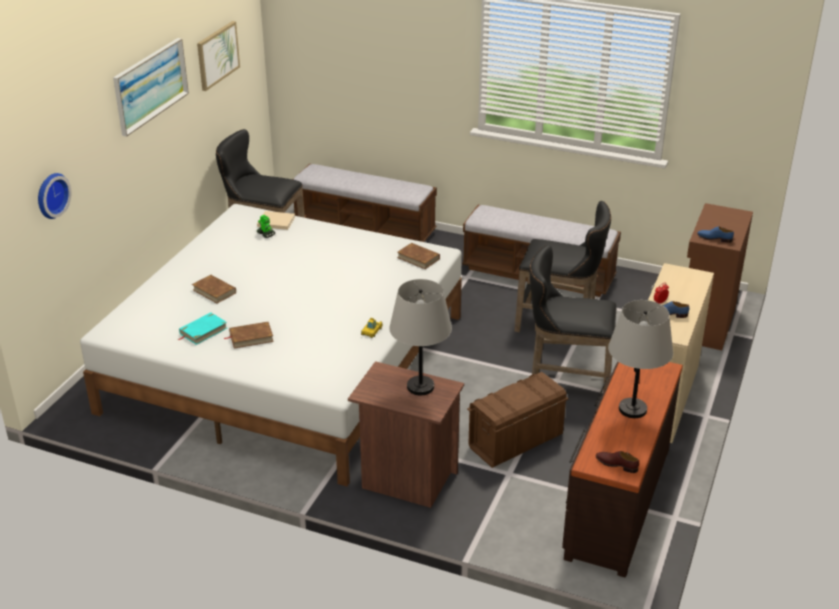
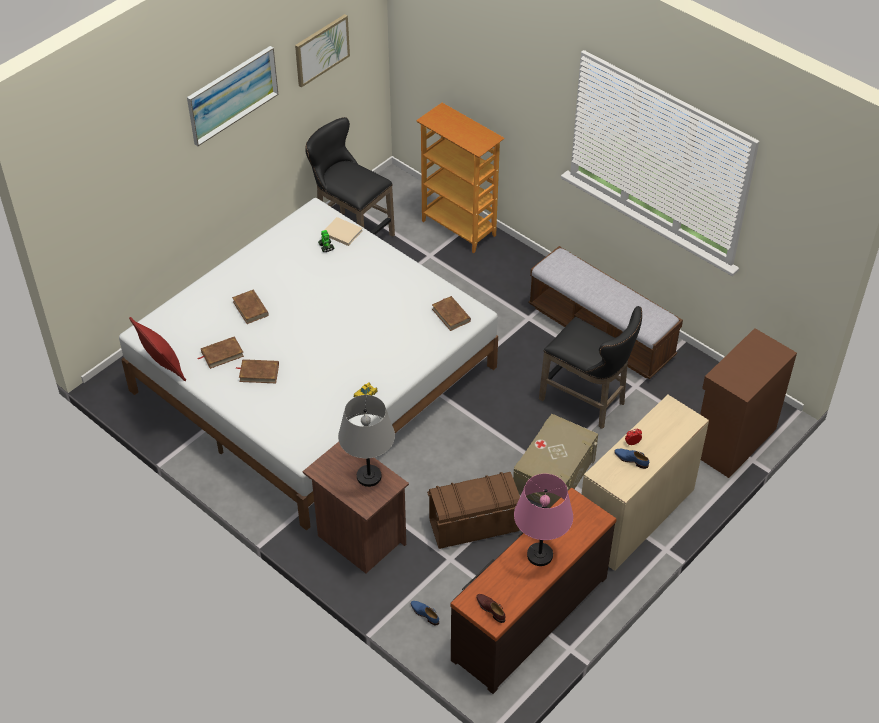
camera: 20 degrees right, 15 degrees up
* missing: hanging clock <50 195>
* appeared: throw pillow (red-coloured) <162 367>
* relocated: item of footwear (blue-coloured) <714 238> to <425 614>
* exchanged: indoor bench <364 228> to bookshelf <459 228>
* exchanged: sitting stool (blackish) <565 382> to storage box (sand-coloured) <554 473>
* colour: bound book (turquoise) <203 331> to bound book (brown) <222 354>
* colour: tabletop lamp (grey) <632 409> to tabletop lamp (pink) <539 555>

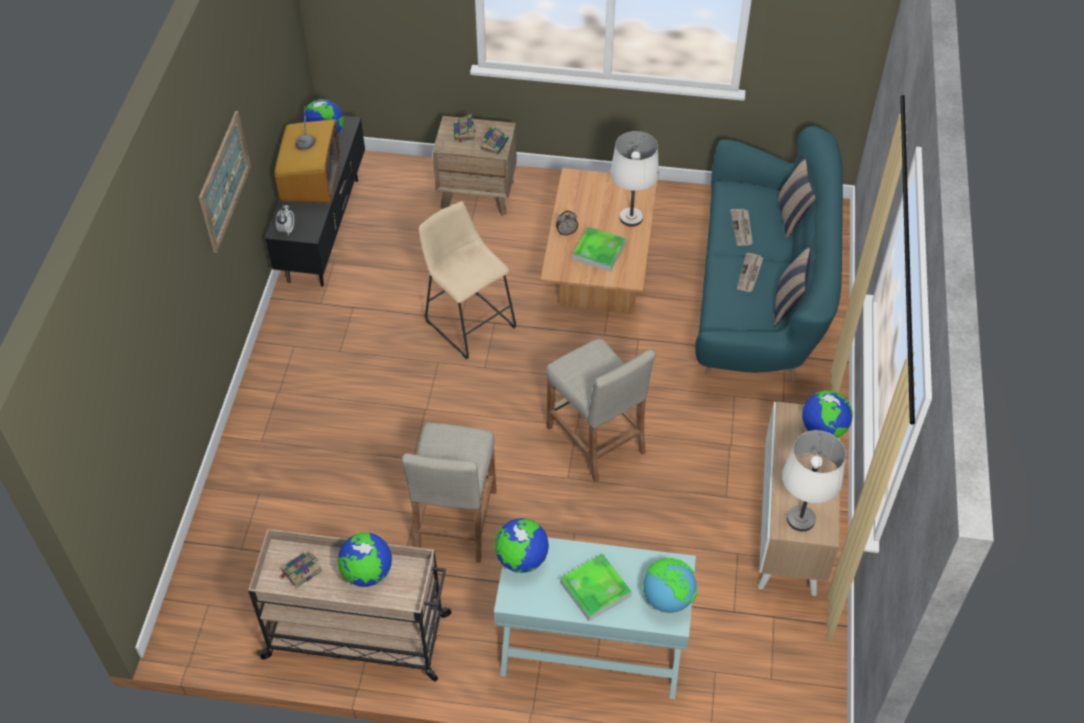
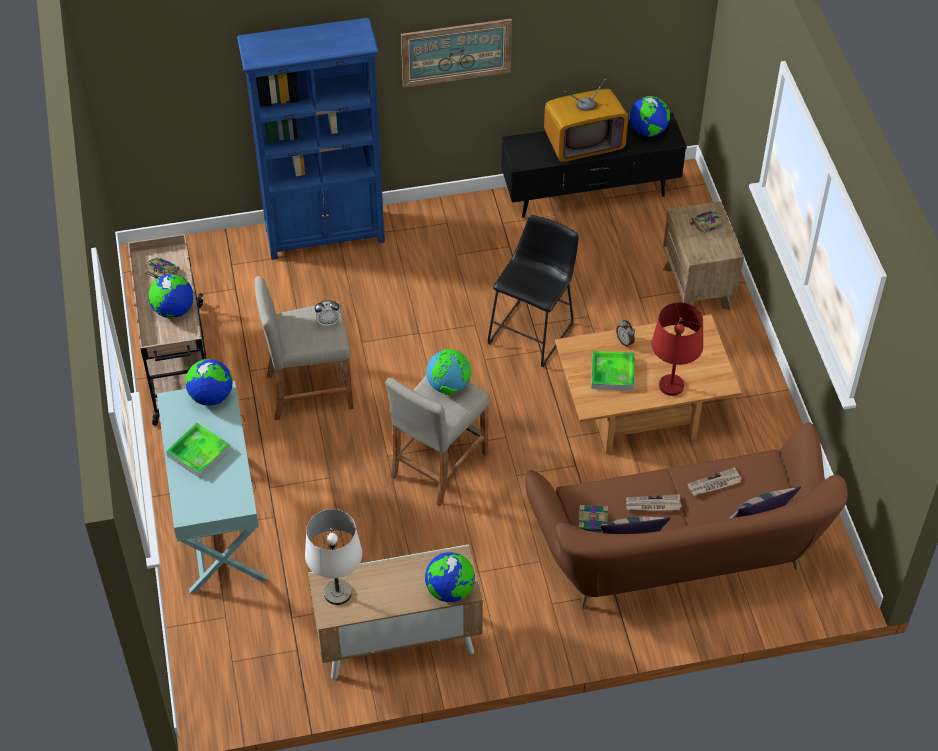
camera: 70 degrees right, 0 degrees up
* appeared: bookshelf (blue-coloured) <326 235>
* relocated: table clock <286 230> to <328 322>
* relocated: bound book <494 144> to <593 522>
* relocated: world globe <667 598> to <449 386>
* colour: sitting stool (sand-coloured) <467 320> to sitting stool (blackish) <533 330>
* colour: tabletop lamp (whitish) <630 218> to tabletop lamp (red-coloured) <671 385>
* colour: sofa (turquoise) <760 299> to sofa (brown) <679 554>

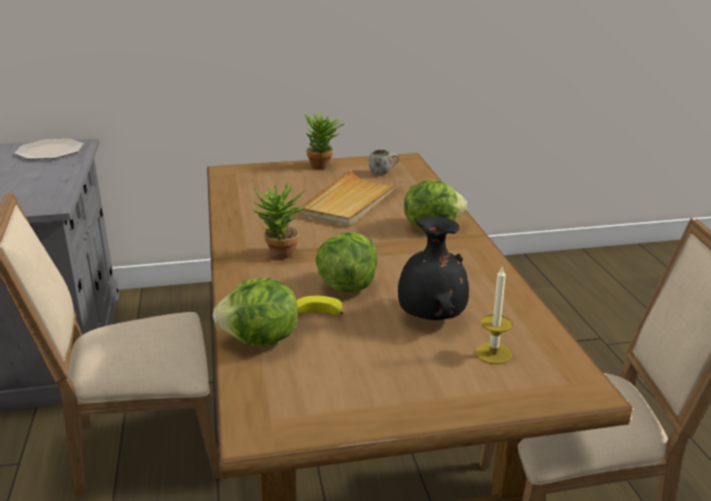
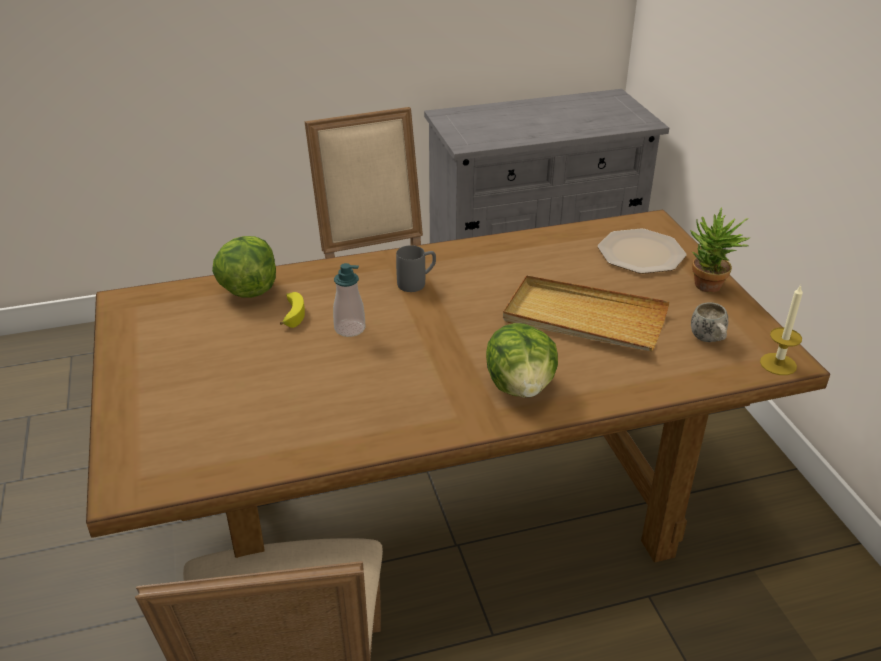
camera: 85 degrees right, 10 degrees up
* missing: vase (blackish) <430 317>
* relocated: flat dish <50 151> to <640 253>
* relocated: candle <493 353> to <778 364>
* exchanged: potted plant <280 256> to coffee mug (grey) <417 282>
* exchanged: head of lettuce <347 286> to soap dispenser <350 328>

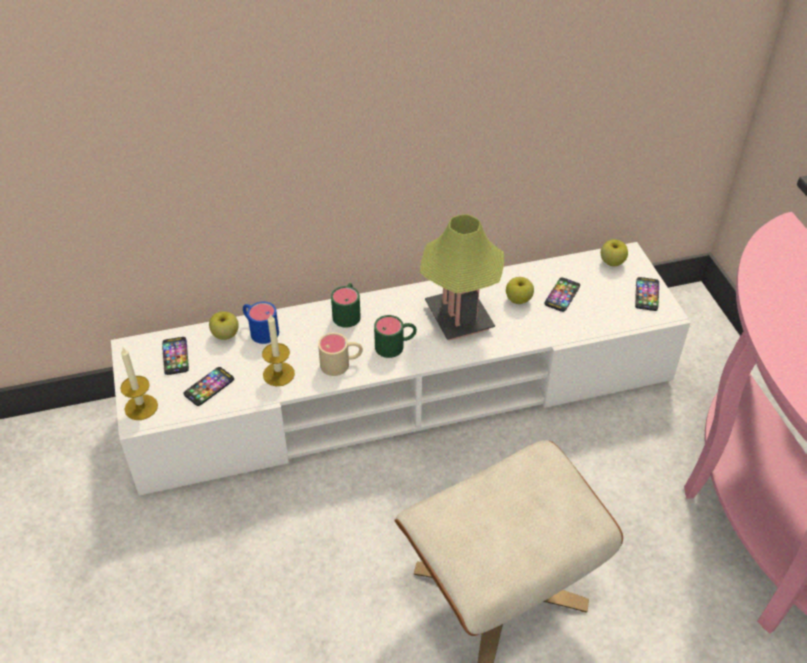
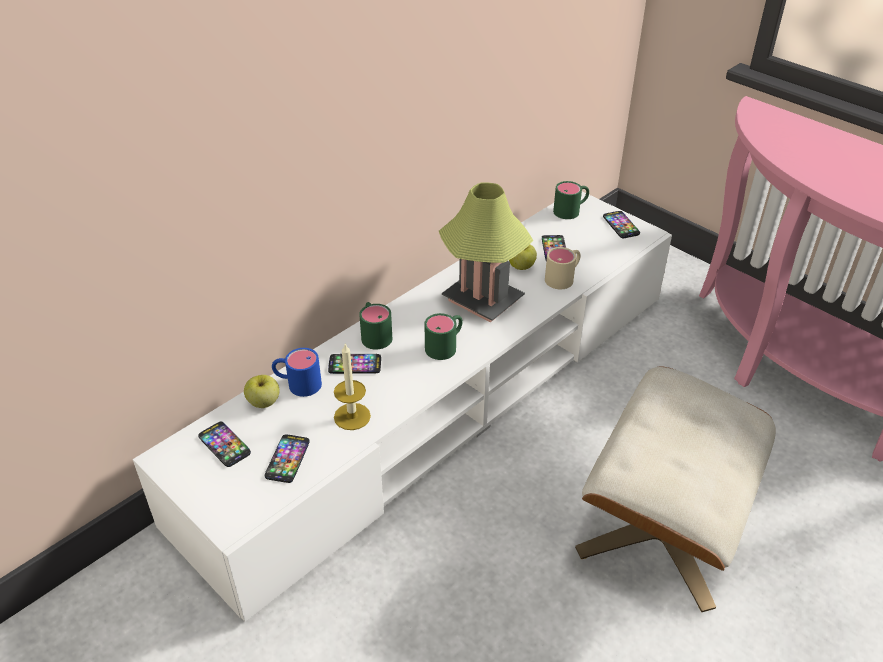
camera: 30 degrees left, 5 degrees down
* missing: candle <141 407>
* appeared: handset <355 365>
* relocated: coffee mug (sand-coloured) <341 364> to <563 277>
* exchanged: whole apple <612 262> to coffee mug (green) <571 210>

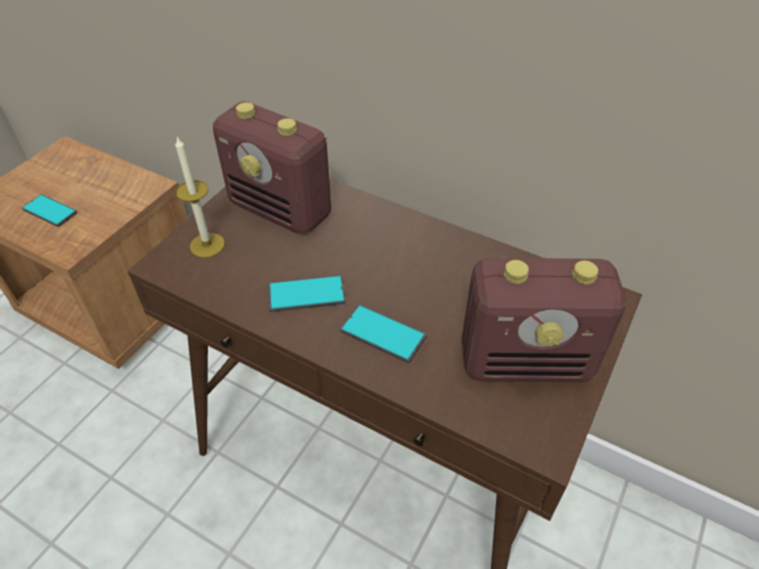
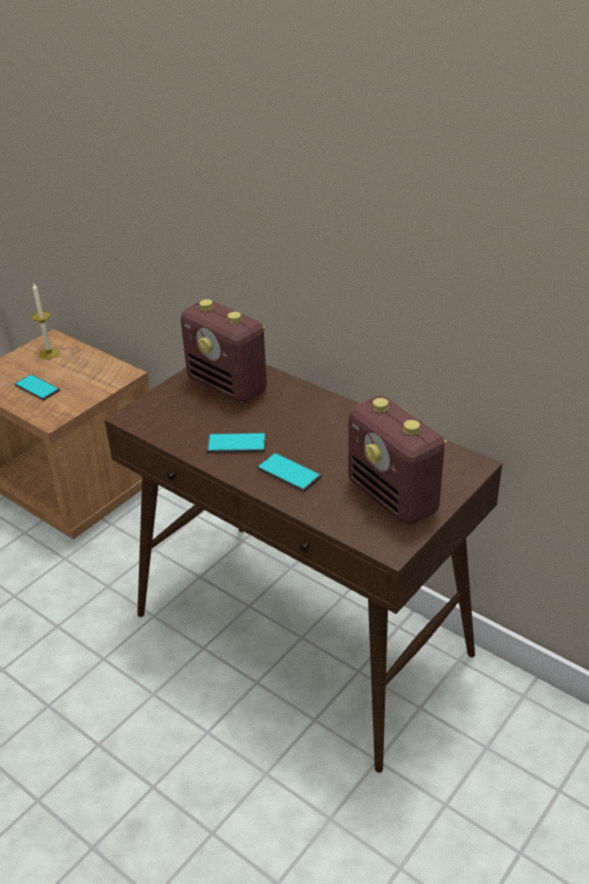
camera: 10 degrees right, 10 degrees down
* relocated: candle <207 245> to <49 353>
* spun: radio receiver <526 361> = <393 498> 45 degrees clockwise

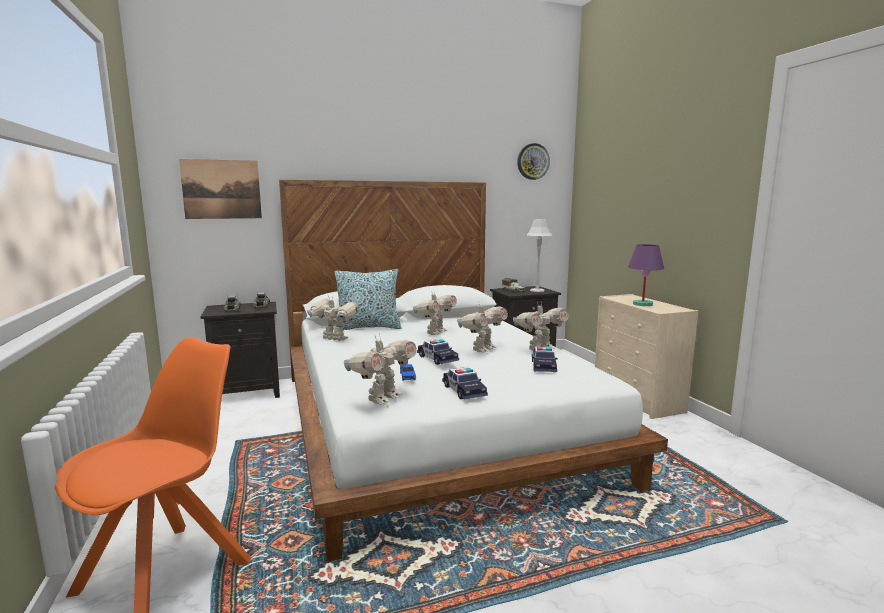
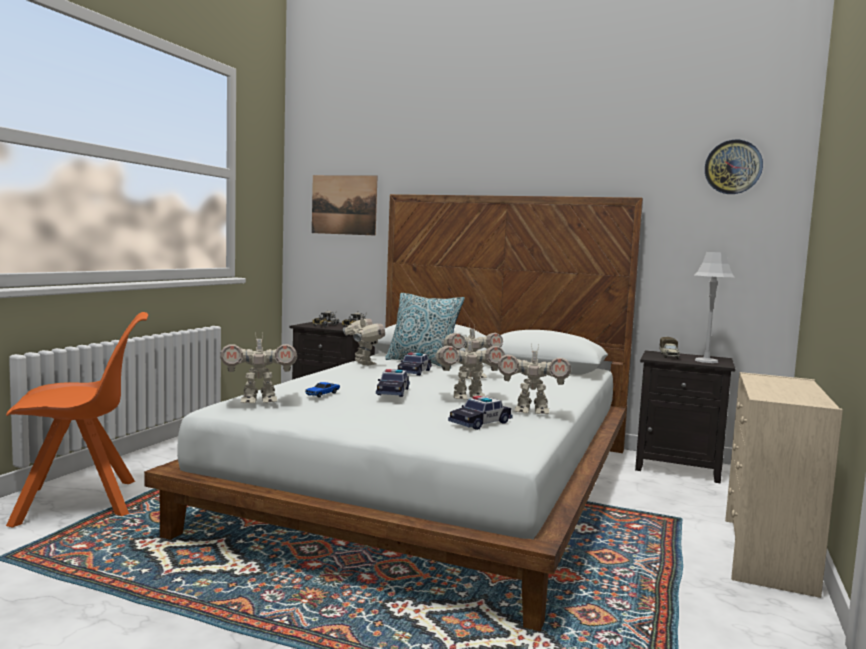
camera: 40 degrees right, 5 degrees down
* missing: tabletop lamp (purplish) <643 304>
* relocated: miniature car <464 391> to <414 372>

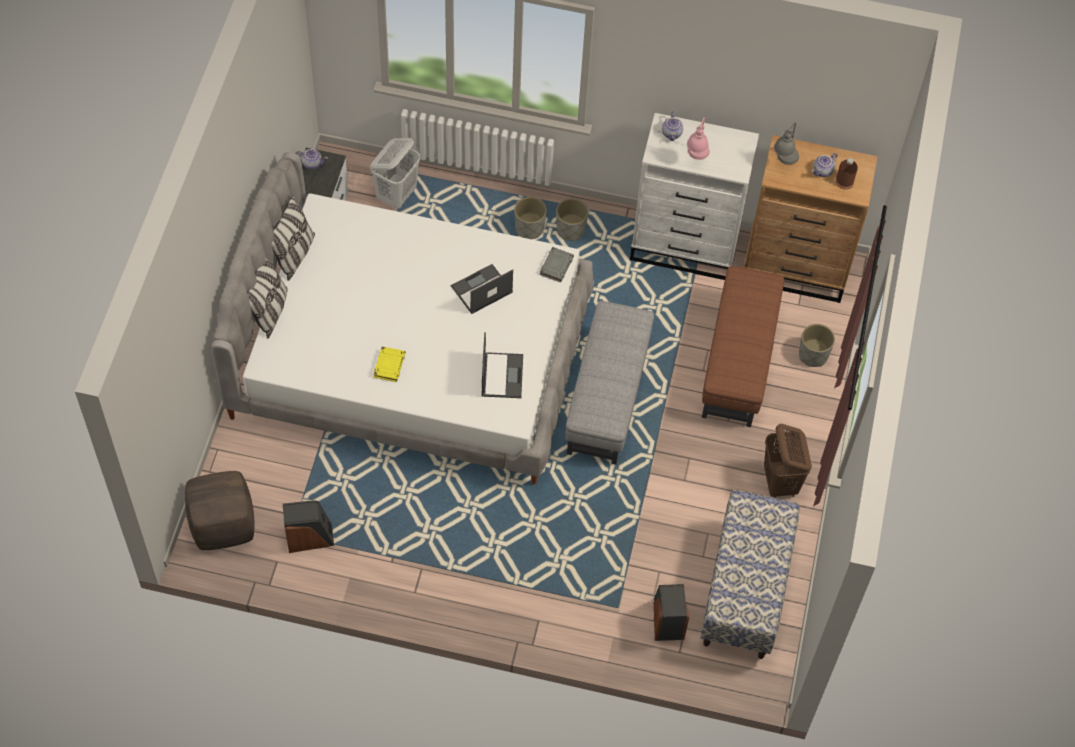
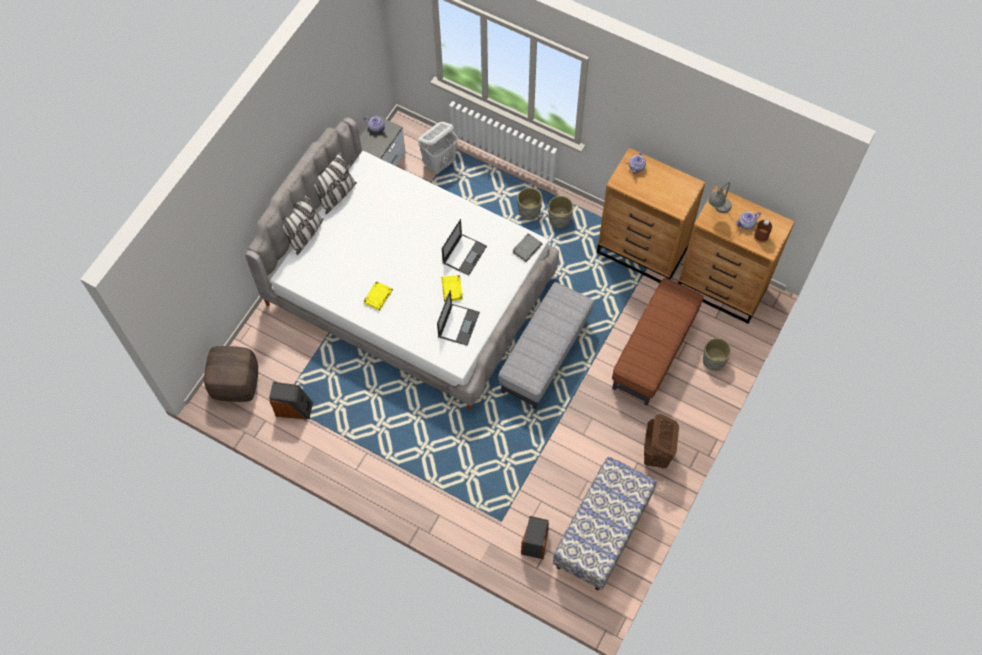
camera: 20 degrees right, 5 degrees up
* missing: tabletop lamp (pink) <696 158>
* appeared: bound book (yellow-coloured) <452 289>
* colour: chest of drawers (whitish) <685 247> to chest of drawers (brown) <642 252>
* spun: portable computer <481 290> = <464 254> 135 degrees clockwise

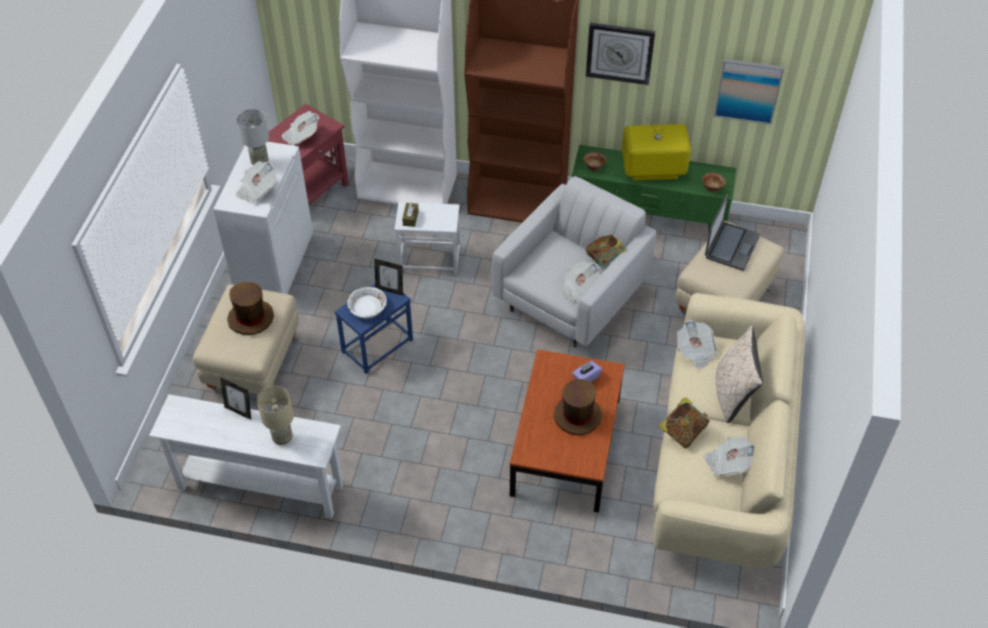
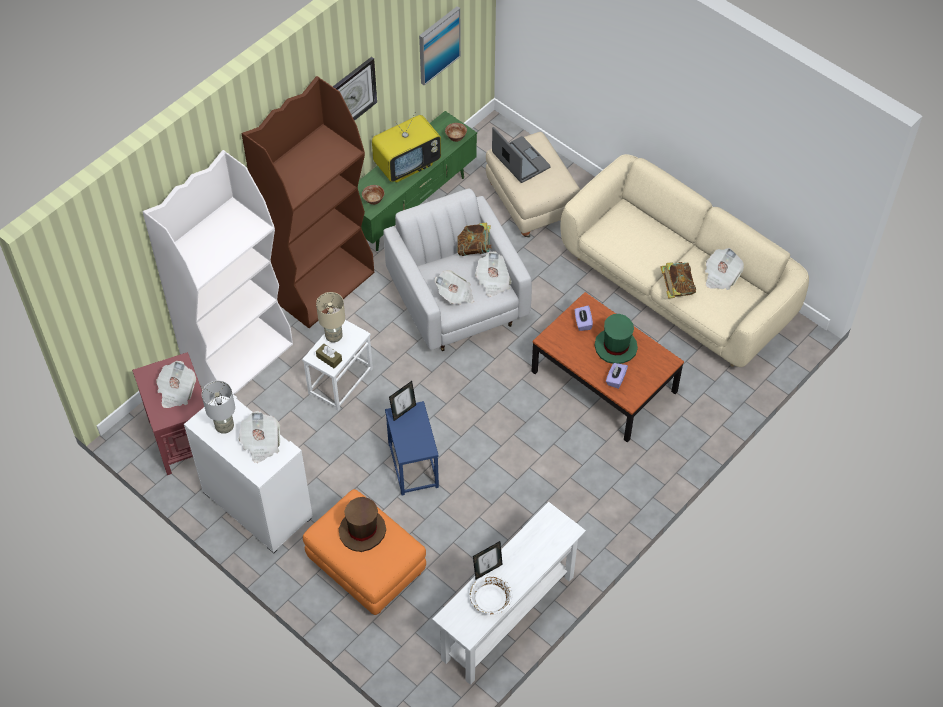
camera: 60 degrees left, 5 degrees up
* missing: throw pillow (sand-coloured) <732 394>
* appeared: box of tissues (purplish) <615 379>
* relocated: tabletop lamp (sand-coloured) <282 438> to <334 337>
* relocated: serving bowl (whitish) <367 308> to <490 599>
* relocated: daily paper <695 352> to <455 295>
* colour: ottoman (sand-coloured) <253 363> to ottoman (orange-coloured) <366 570>
* colour: hat (brown) <577 416> to hat (green) <615 347>
* spun: TV set <652 171> = <407 164> 150 degrees counterclockwise

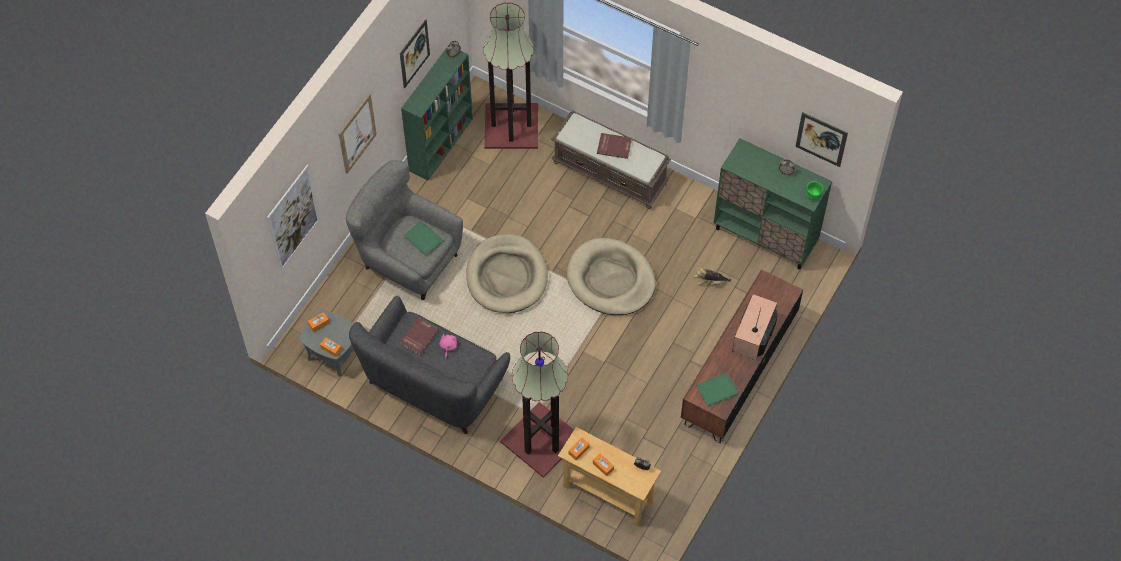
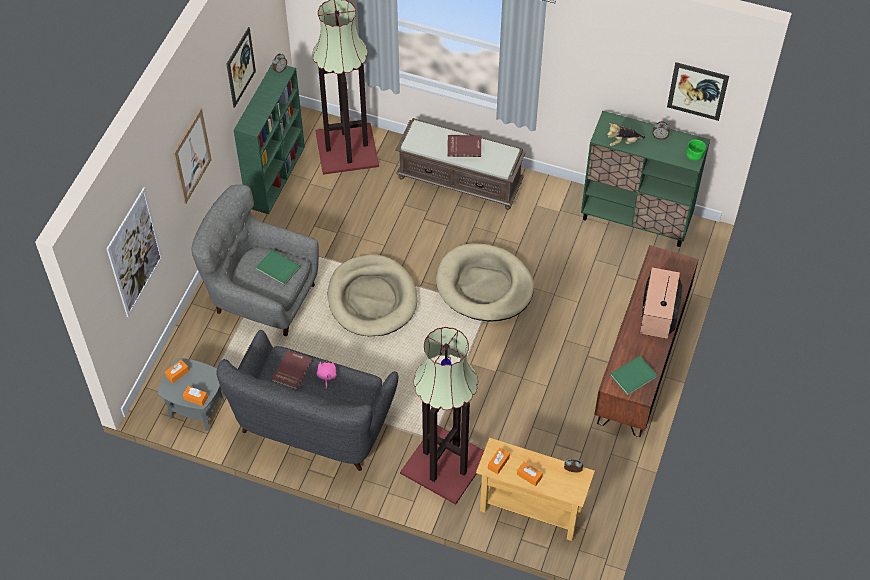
camera: 10 degrees left, 5 degrees down
* relocated: cuddly toy <710 282> to <623 142>

